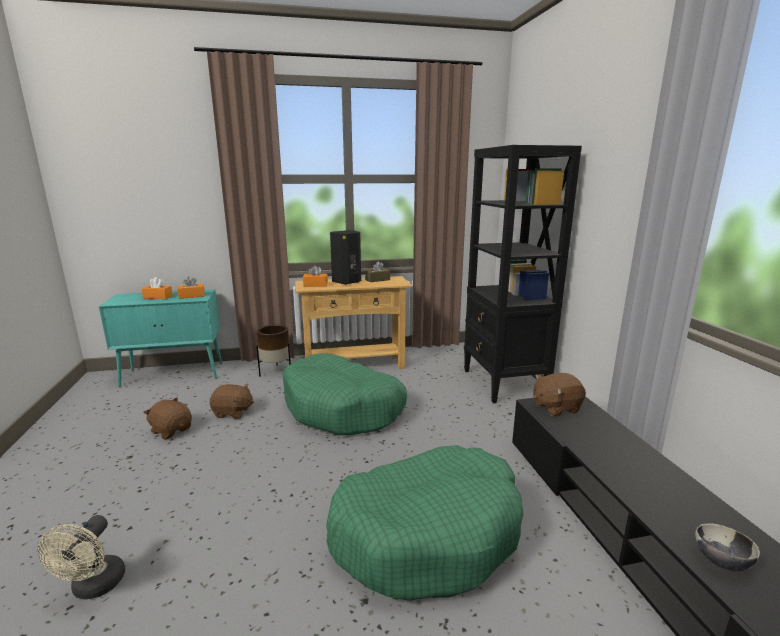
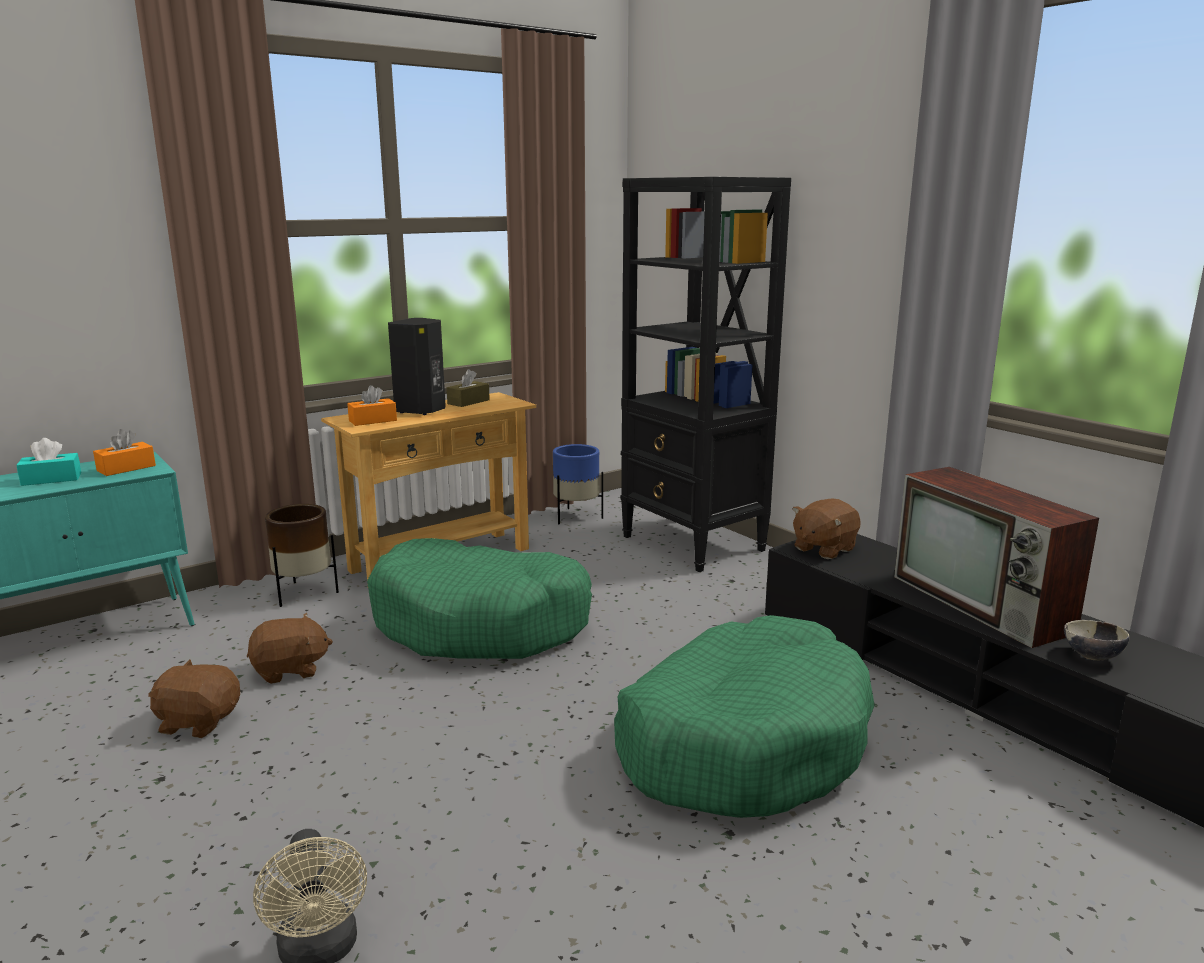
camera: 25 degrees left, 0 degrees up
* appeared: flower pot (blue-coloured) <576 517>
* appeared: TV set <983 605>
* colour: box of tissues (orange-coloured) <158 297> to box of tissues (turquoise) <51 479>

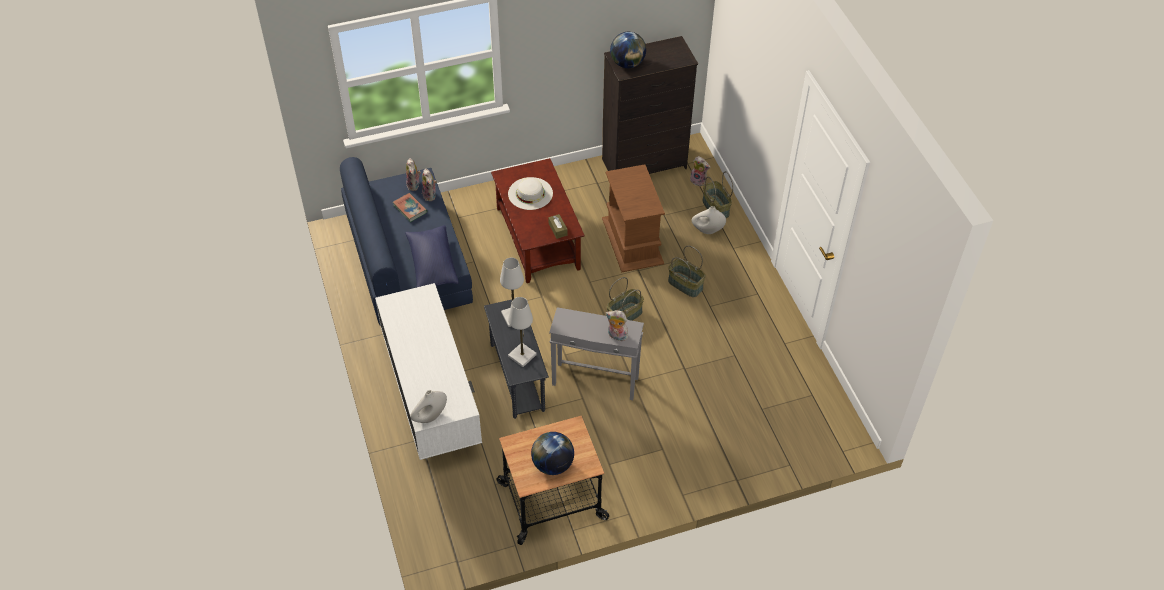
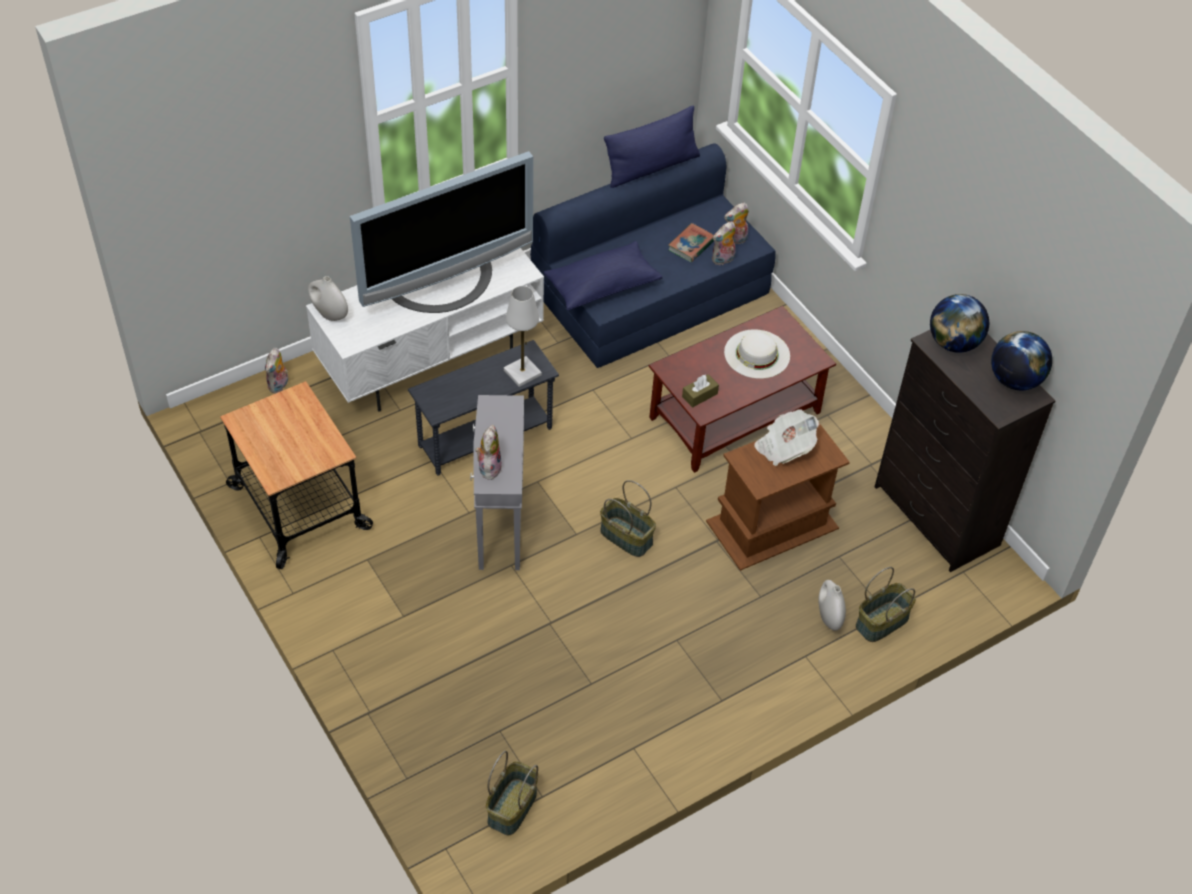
camera: 75 degrees right, 0 degrees up
* missing: tabletop lamp (whitish) <522 355>
* appeared: TV set <443 283>
* appeared: throw pillow (blue-coloured) <651 167>
* appeared: daily paper <784 447>
* relocated: world globe <552 464> to <1014 380>
* relocated: household basket <686 284> to <513 808>
* relocated: cuddly toy <699 180> to <279 386>

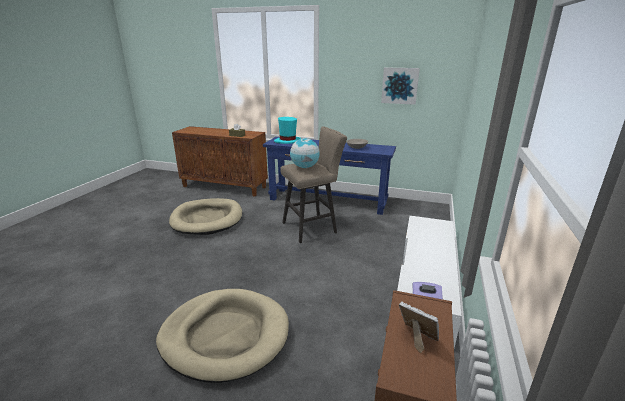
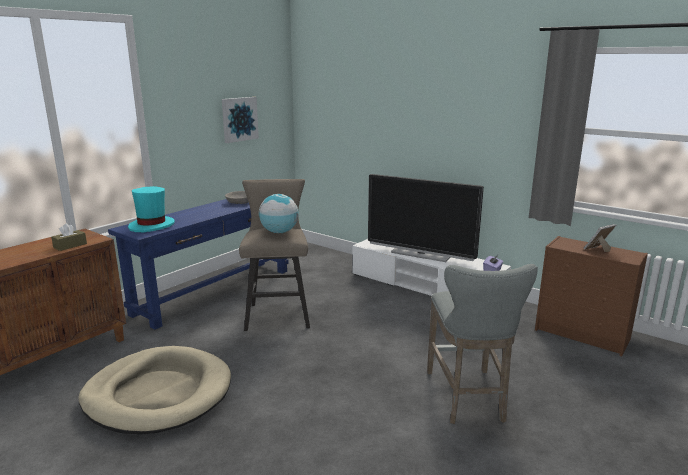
camera: 70 degrees left, 5 degrees down
* appeared: TV set <421 254>
* exchanged: dog cushion (sand-coloured) <225 336> to sitting stool (grey) <467 398>

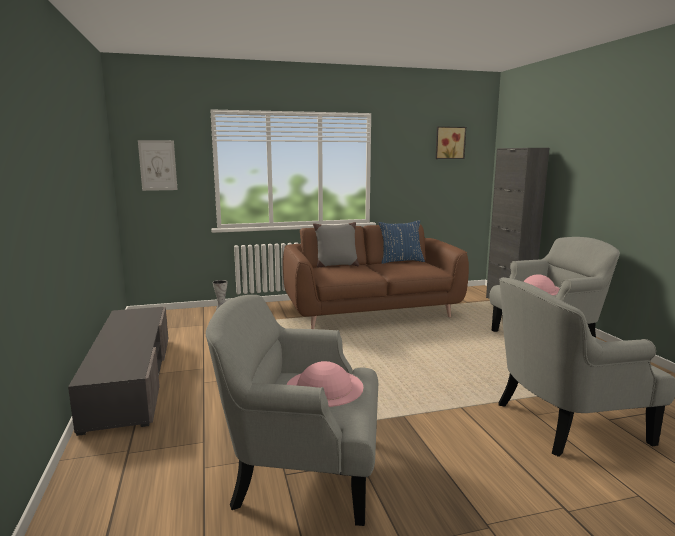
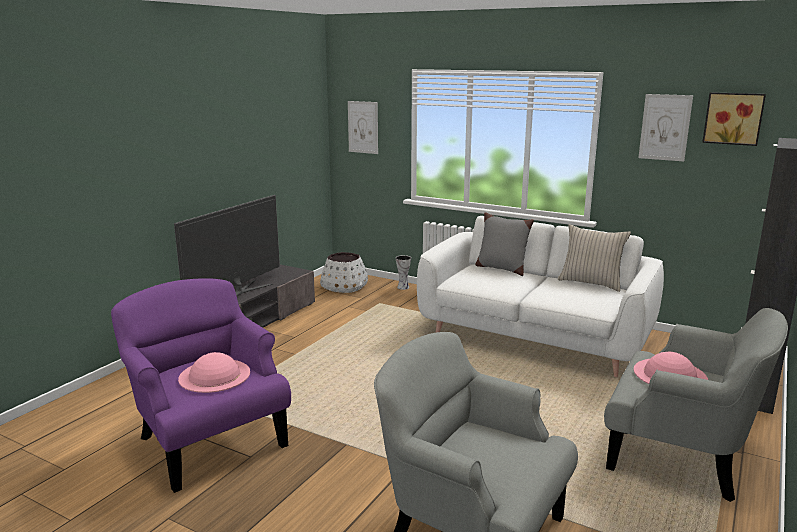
camera: 45 degrees right, 5 degrees up
* appeared: TV set <237 293>
* appeared: flower pot (whitish) <344 287>
* appeared: picture <665 127>
* colour: armchair (grey) <302 472> to armchair (purplish) <209 441>
* colour: sofa (brown) <371 312> to sofa (whitish) <534 338>
* colour: throw pillow (blue-coloured) <400 261> to throw pillow (sand-coloured) <590 283>

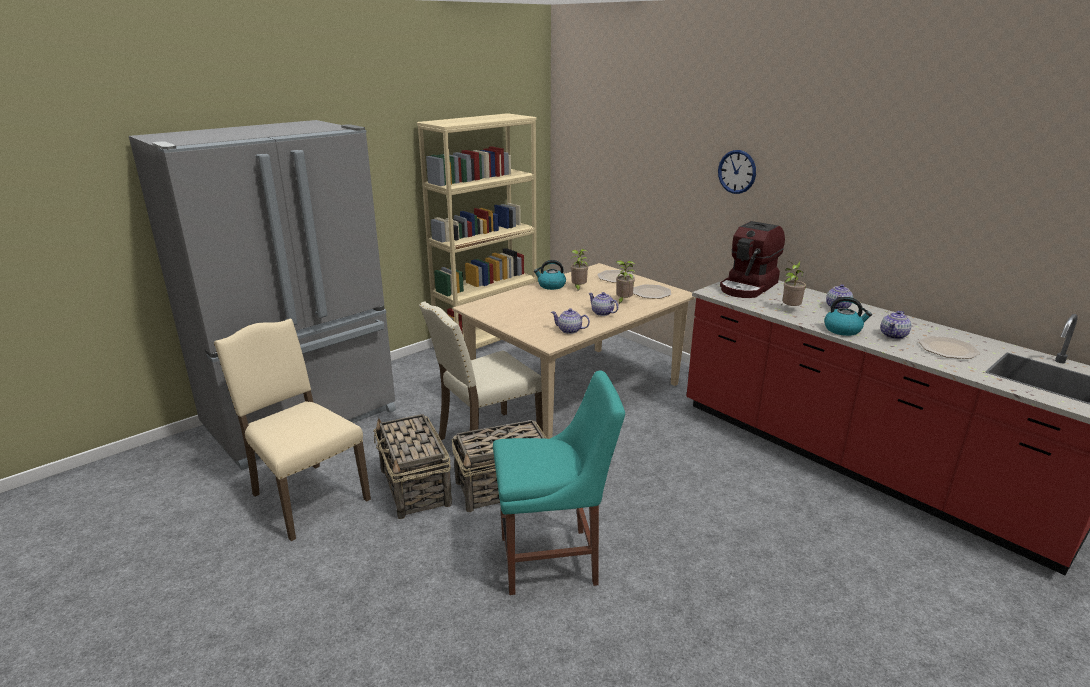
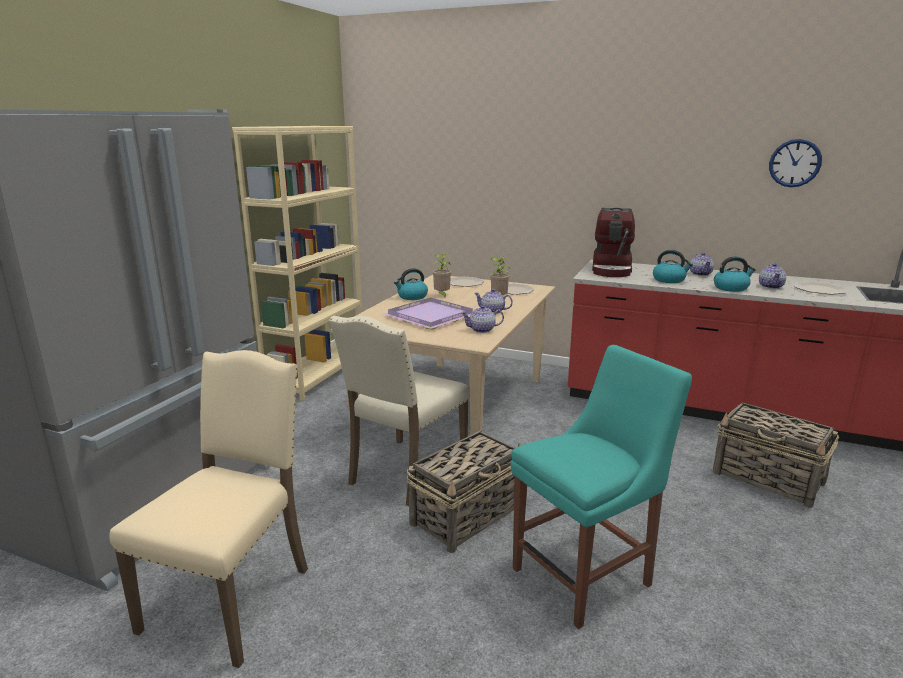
camera: 25 degrees left, 5 degrees down
* appeared: tray (purplish) <430 317>
* relocated: household basket <415 488> to <769 479>
* relocated: hanging clock <737 171> to <794 163>
* exchanged: potted plant <789 309> to tea kettle <669 280>
* spun: upright chair (sand-coloured) <306 497> = <233 597> 90 degrees clockwise

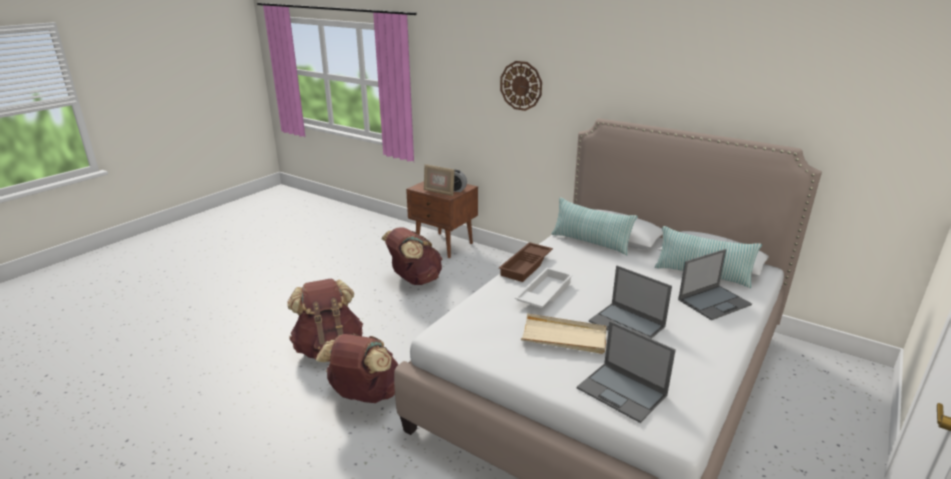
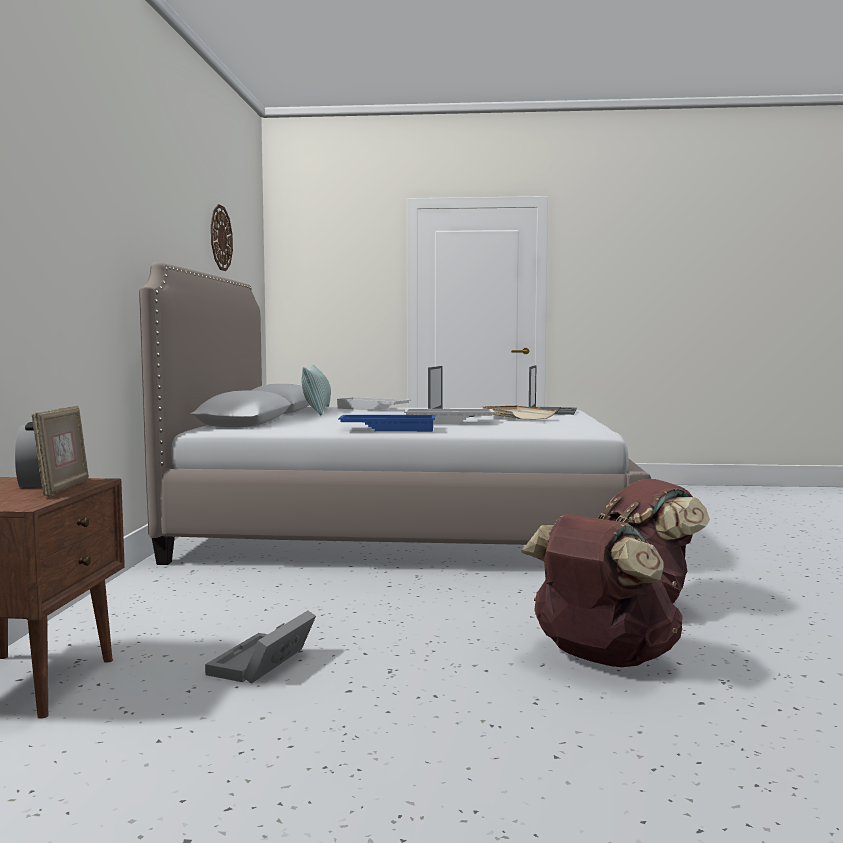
camera: 120 degrees left, 20 degrees down
* missing: throw pillow <590 242>
* relocated: hanging clock <521 85> to <220 238>
* exchanged: backpack (brown) <414 280> to storage box (grey) <261 664>
* exchanged: portable computer <714 302> to tray (whitish) <371 409>
* colour: tray (brown) <526 266> to tray (blue-coloured) <388 429>

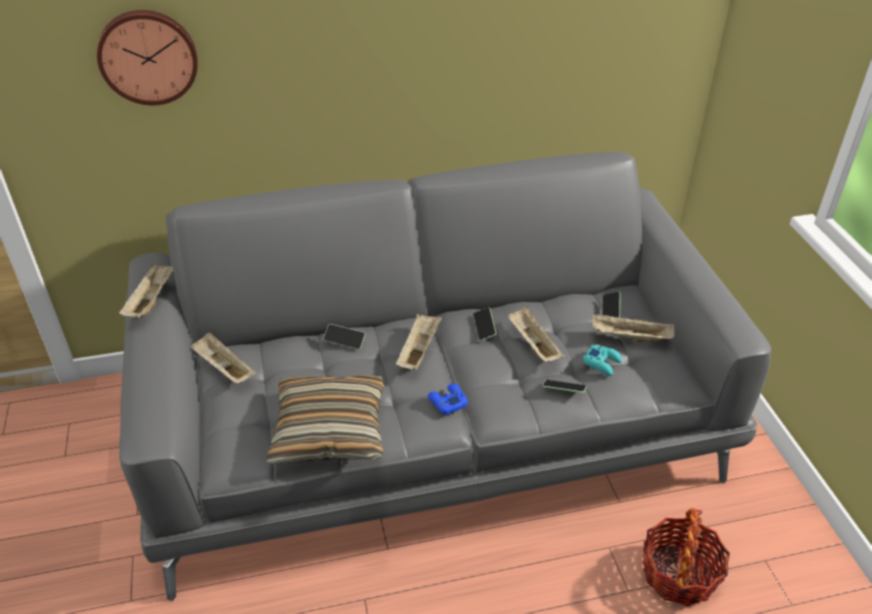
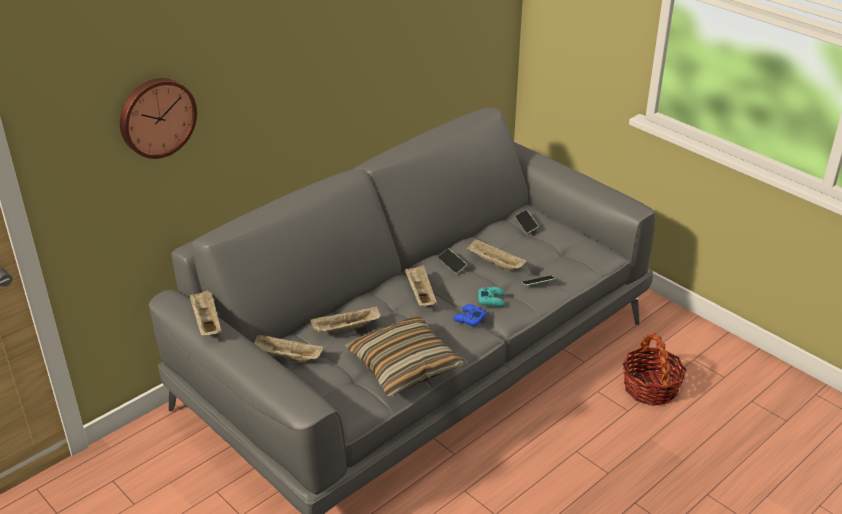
camera: 30 degrees left, 5 degrees down
* missing: handset <344 341>
* relocated: game controller (turquoise) <602 363> to <491 300>
* relocated: tray (sand-coloured) <629 338> to <345 329>

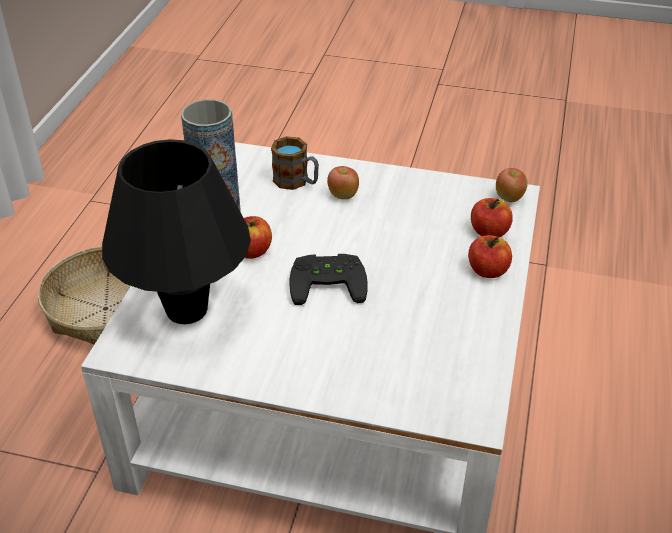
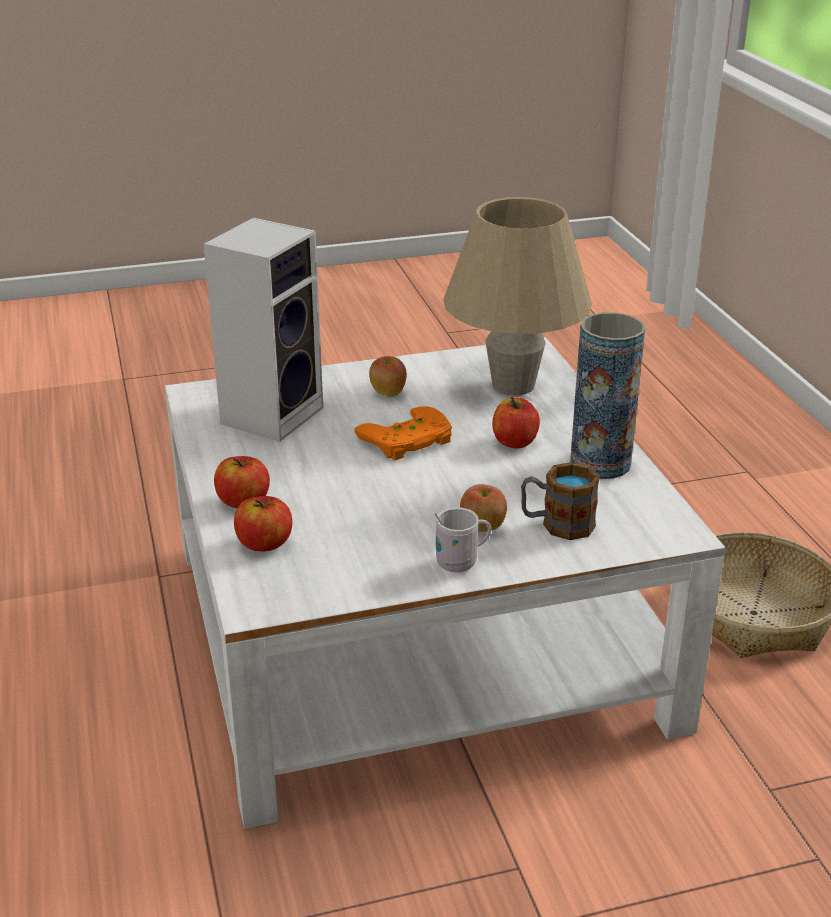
camera: 150 degrees right, 10 degrees down
* appeared: speaker <272 413>
* appeared: coffee mug (whitish) <462 561>
* relocated: whole apple <509 198> to <388 393>
* colour: tabletop lamp (blackish) <187 310> to tabletop lamp (sand-coloured) <513 385>
* colour: game controller (blackish) <328 281> to game controller (orange-coloured) <408 441>

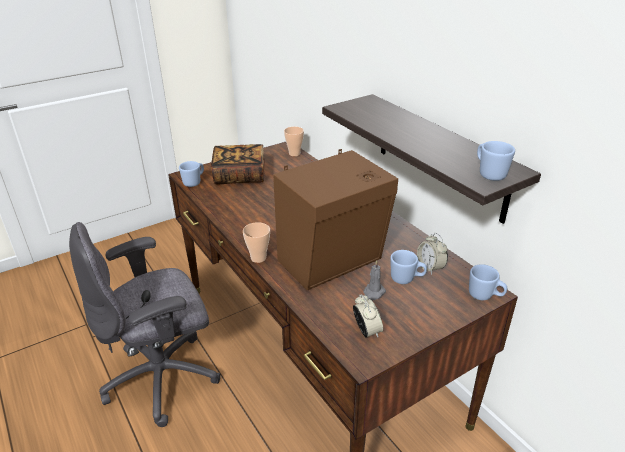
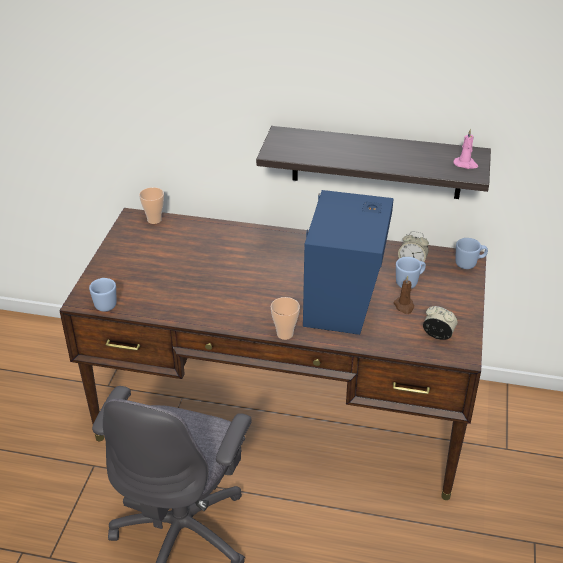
camera: 45 degrees left, 5 degrees up
* missing: bound book <239 176>
* exchanged: coffee mug (blue-coloured) <489 173> to candle (pink) <466 164>
* colour: speaker (brown) <334 262> to speaker (blue-coloured) <344 300>
* colour: candle (grey) <373 293> to candle (brown) <404 306>

